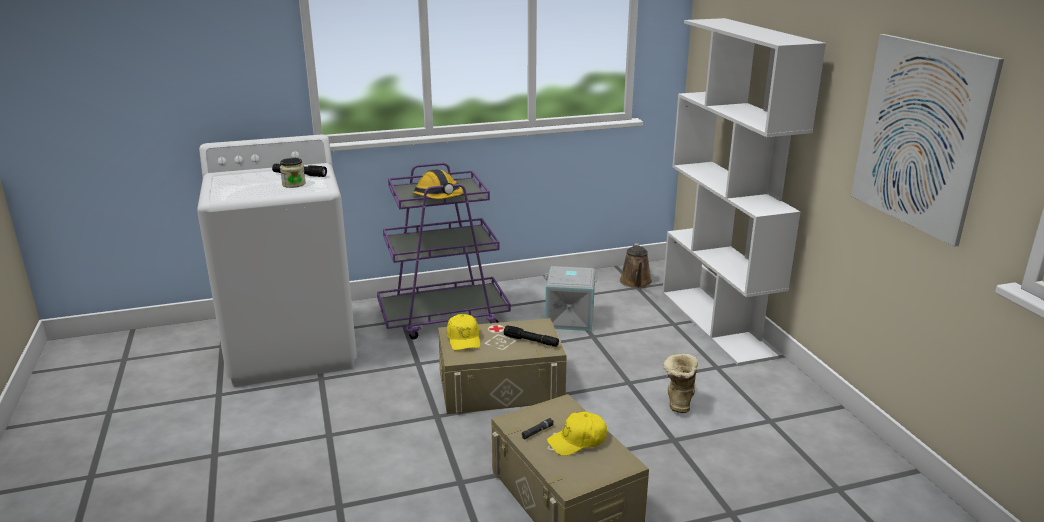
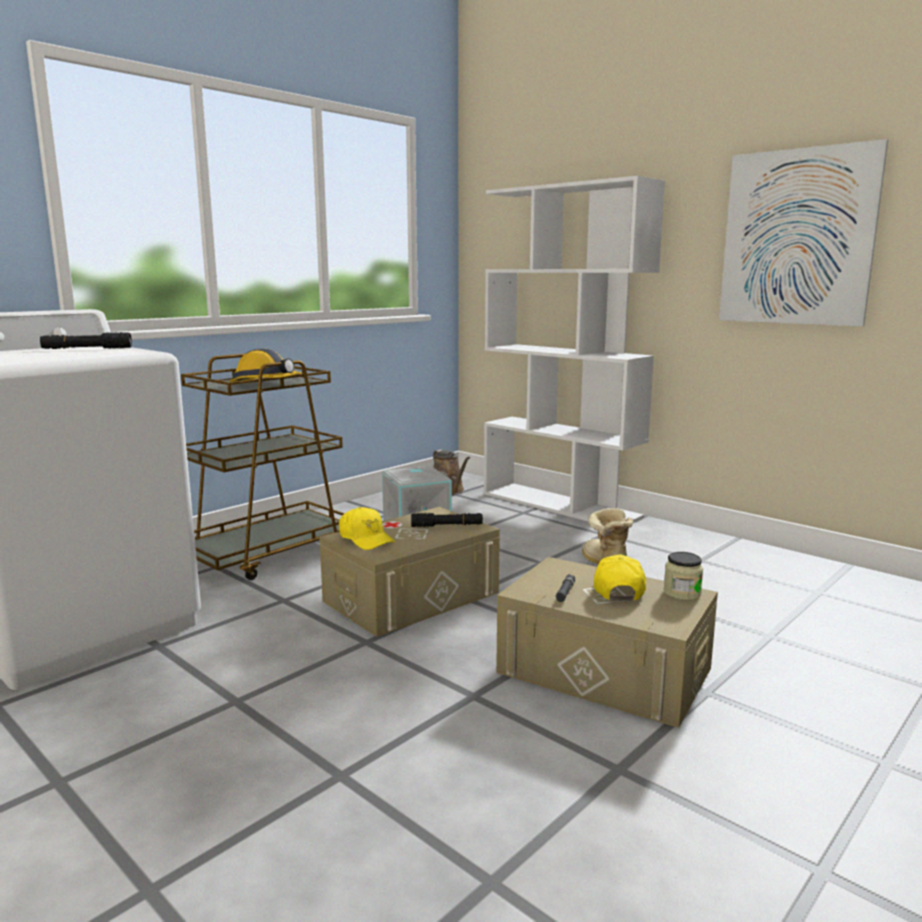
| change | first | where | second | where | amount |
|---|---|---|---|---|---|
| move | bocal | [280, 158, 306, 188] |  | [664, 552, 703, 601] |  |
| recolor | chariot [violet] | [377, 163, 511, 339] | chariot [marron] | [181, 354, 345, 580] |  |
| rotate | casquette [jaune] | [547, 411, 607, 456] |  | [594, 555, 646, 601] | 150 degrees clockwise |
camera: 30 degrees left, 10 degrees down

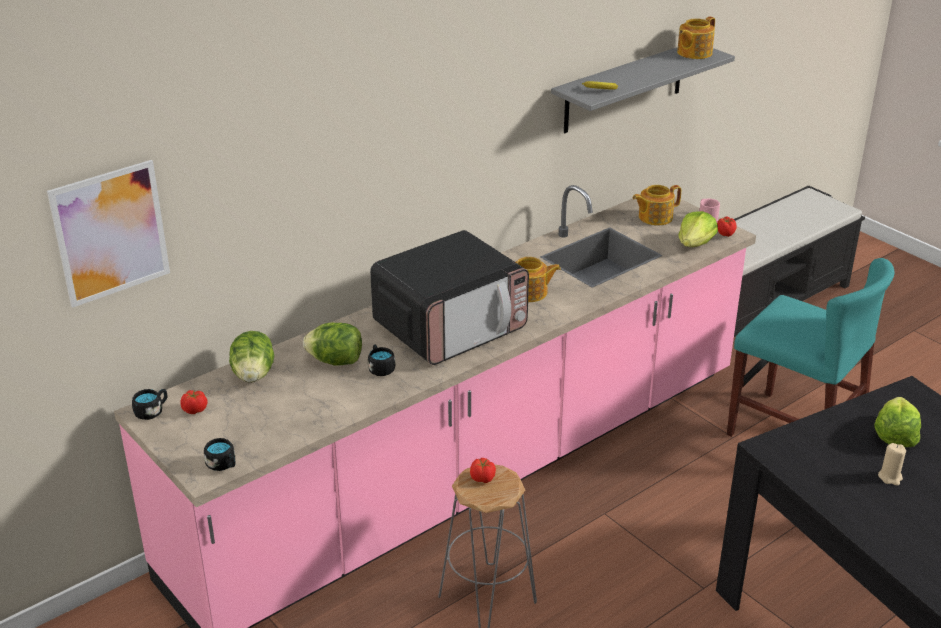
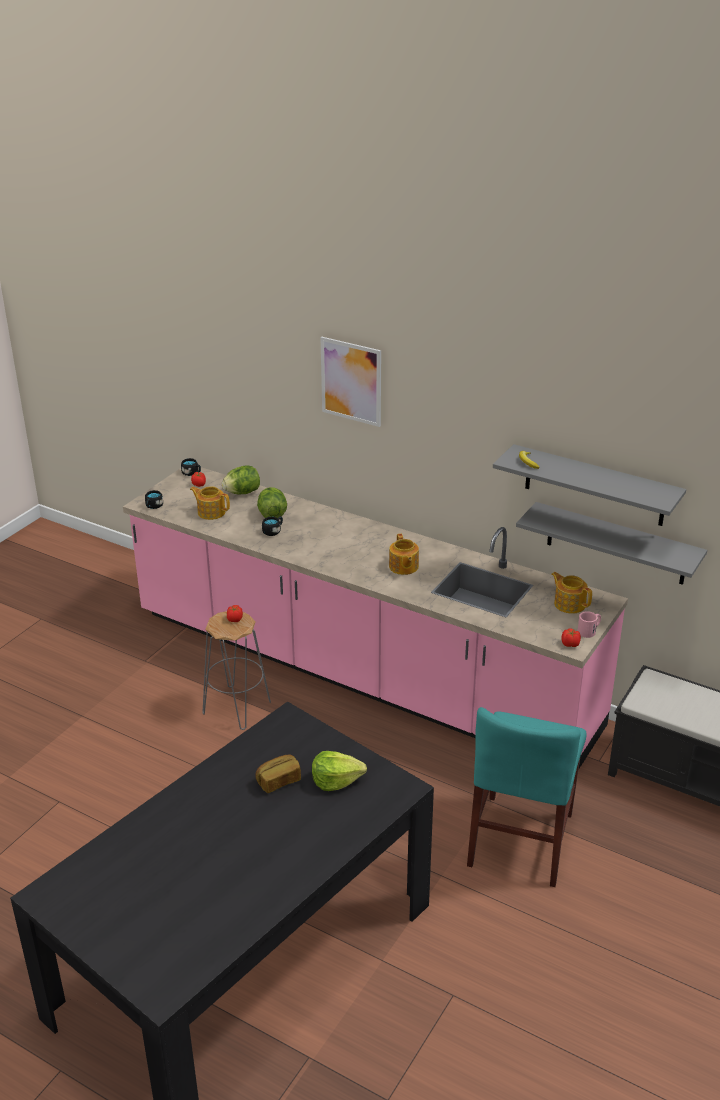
| change | first | where | second | where | amount |
|---|---|---|---|---|---|
| move | théière | [677, 16, 715, 59] |  | [190, 486, 230, 520] |  |
| move | tableau | [47, 160, 170, 308] |  | [320, 337, 381, 427] |  |
| delete | laitue | [679, 211, 718, 247] |  |  |  |
| delete | micro-ondes | [370, 230, 529, 365] |  |  |  |
| replace | bougie [beige] | [878, 443, 906, 485] | pain | [255, 755, 301, 793] |  |
| insert |  |  | étagère [gris] | [516, 502, 707, 585] |  |
camera: 70 degrees right, 0 degrees up

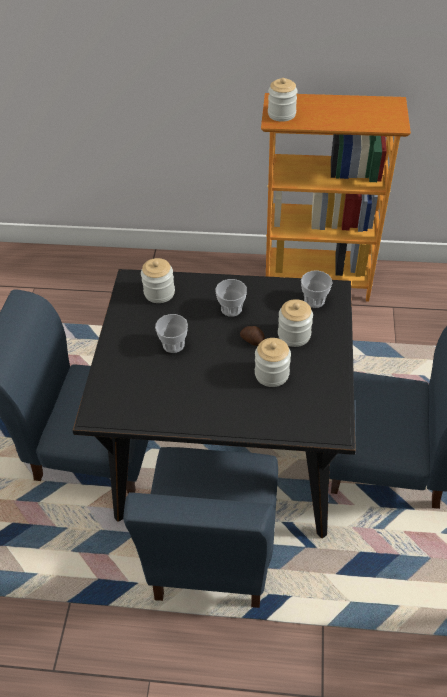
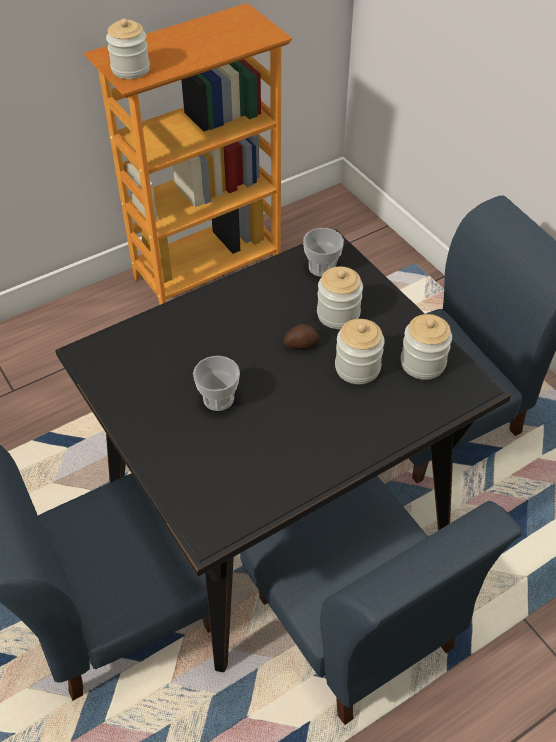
| change | first | where | second | where | amount |
|---|---|---|---|---|---|
| move | bocal | [141, 258, 175, 303] |  | [401, 314, 452, 380] |  |
| delete | tasse | [216, 279, 247, 317] |  |  |  |
camera: 40 degrees left, 0 degrees up

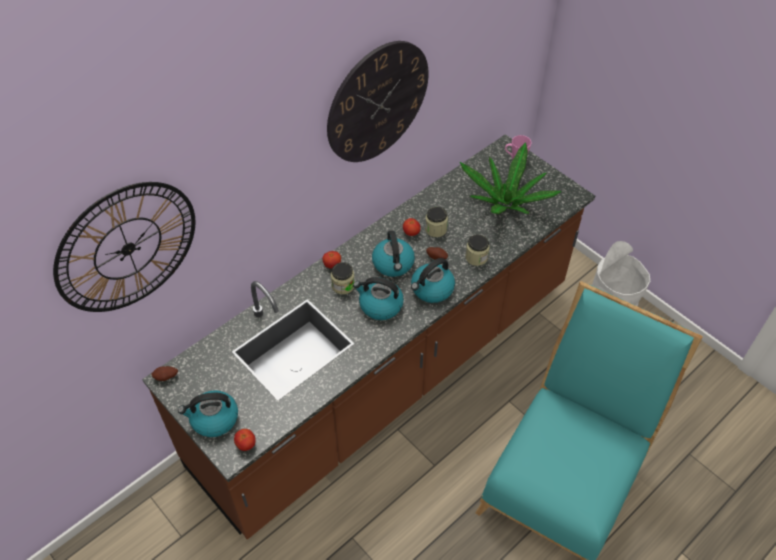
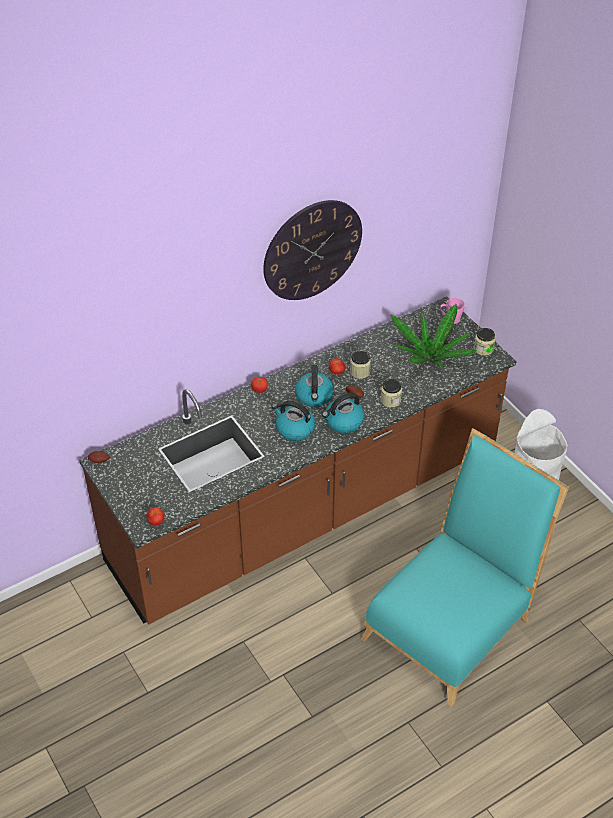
| change | first | where | second | where | amount |
|---|---|---|---|---|---|
| delete | horloge murale | [53, 182, 195, 312] |  |  |  |
| move | bocal | [331, 262, 355, 294] |  | [474, 328, 495, 356] |  |
| delete | bouilloire | [178, 391, 238, 437] |  |  |  |
camera: 10 degrees right, 5 degrees down

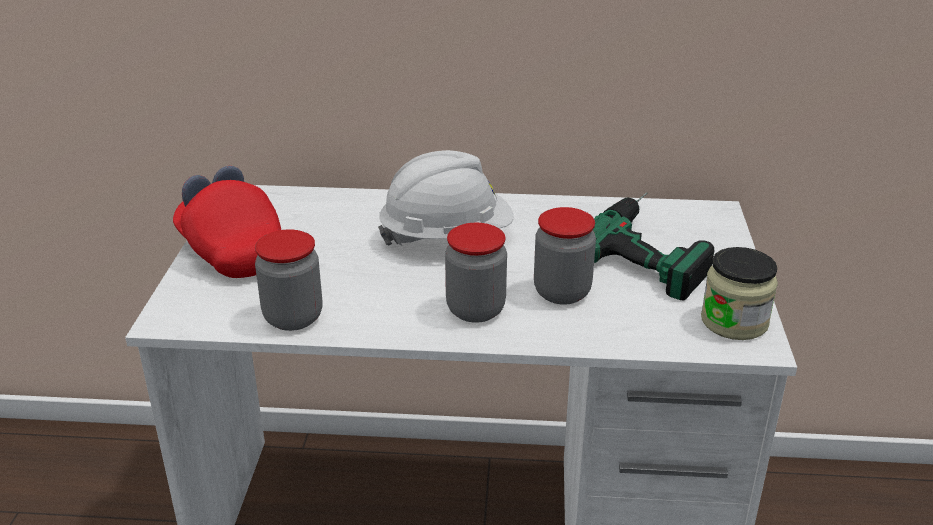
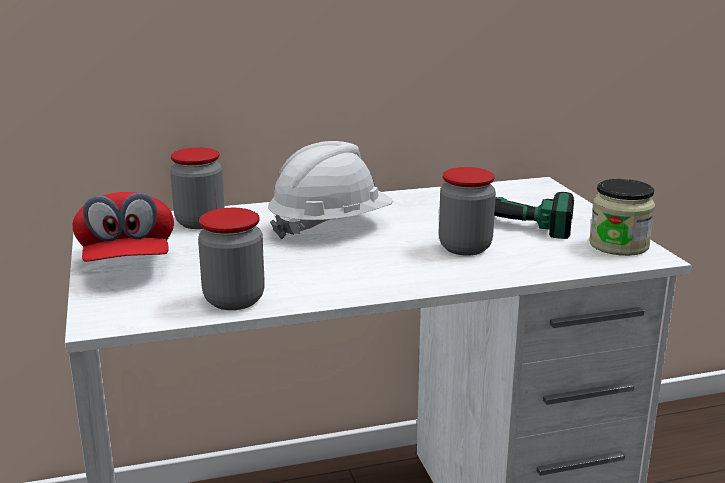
| change | first | where | second | where | amount |
|---|---|---|---|---|---|
| rotate | casquette [rouge] | [173, 166, 281, 278] |  | [73, 192, 174, 262] | 135 degrees counterclockwise |
| move | bocal | [445, 222, 507, 323] |  | [170, 147, 225, 229] |  |
camera: 20 degrees left, 10 degrees down

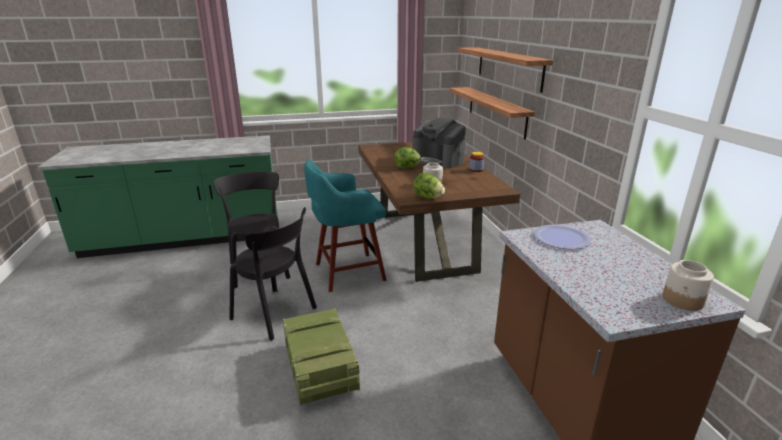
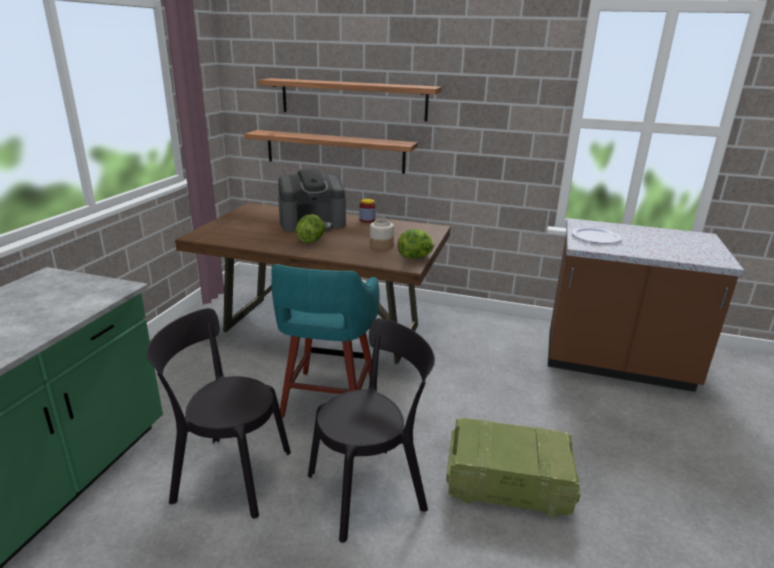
| change | first | where | second | where | amount |
|---|---|---|---|---|---|
| delete | bocal | [663, 260, 714, 311] |  |  |  |
camera: 60 degrees left, 0 degrees up

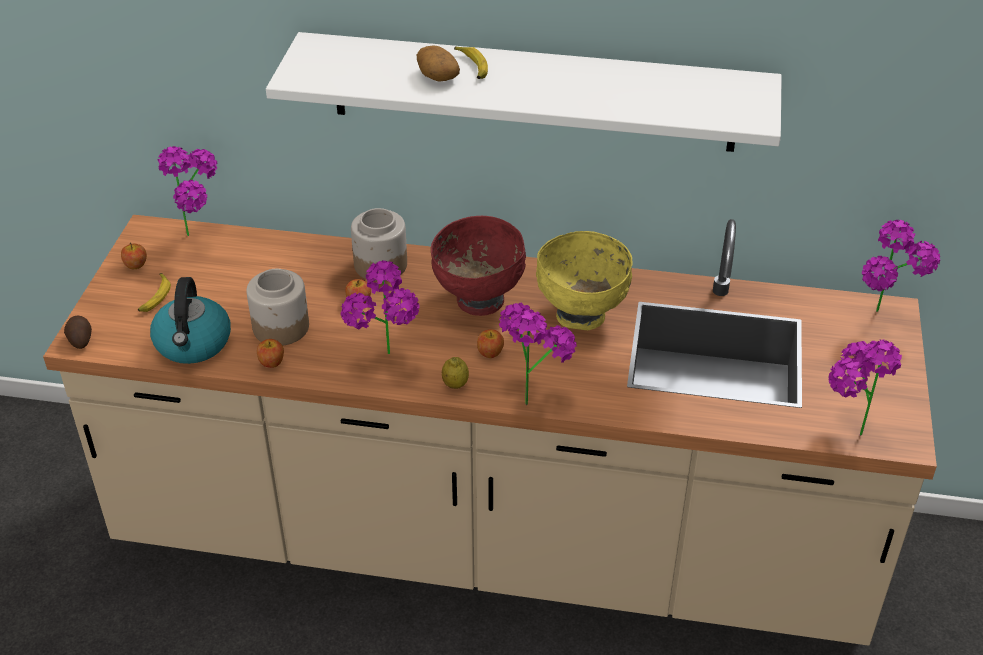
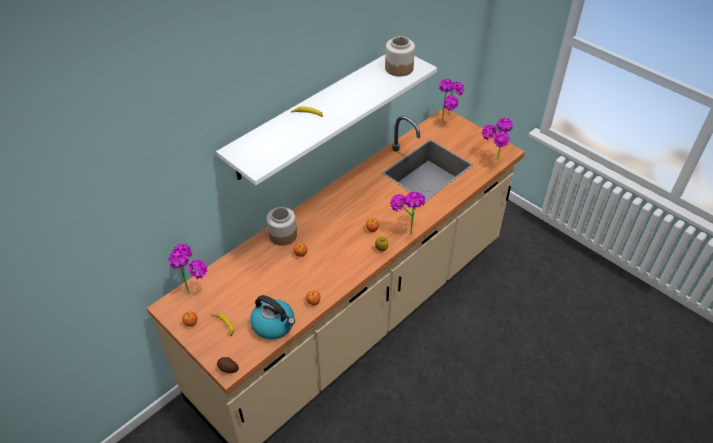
| change | first | where | second | where | amount |
|---|---|---|---|---|---|
| delete | pomme de terre | [417, 46, 460, 82] |  |  |  |
| delete | bol [rouge] | [431, 216, 526, 316] |  |  |  |
| delete | bol [jaune] | [536, 231, 633, 330] |  |  |  |
| delete | plante en pot | [341, 260, 420, 354] |  |  |  |
| move | bocal | [246, 269, 309, 346] |  | [385, 36, 415, 77] |  |
camera: 55 degrees left, 5 degrees up

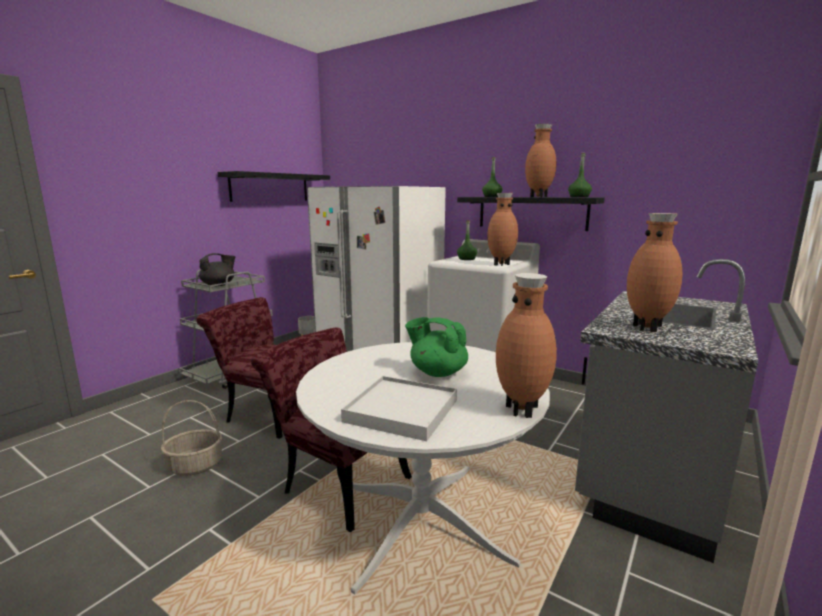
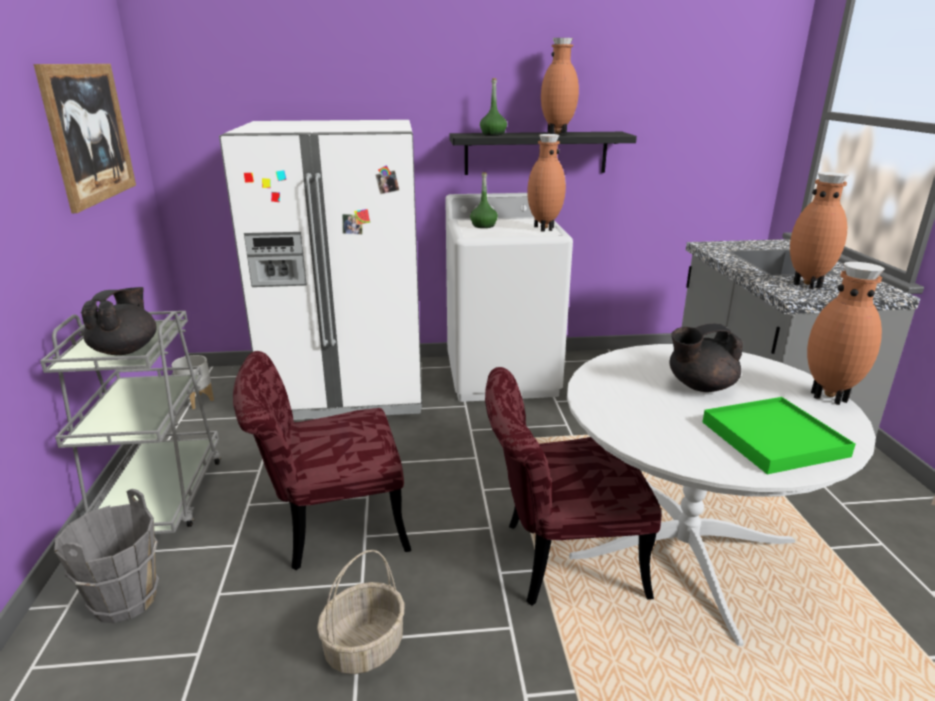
| change | first | where | second | where | amount |
|---|---|---|---|---|---|
| delete | bouteille [vert] | [568, 153, 592, 197] |  |  |  |
| replace | étagère [noir] | [217, 171, 330, 202] | tableau | [33, 64, 136, 213] |  |
| recolor | théière [vert] | [405, 317, 468, 377] | théière [noir] | [670, 324, 743, 392] |  |
| recolor | plateau [blanc] | [341, 376, 457, 441] | plateau [vert] | [703, 397, 855, 474] |  |
| insert |  |  | seau [gris] | [54, 489, 159, 623] |  |
camera: 40 degrees left, 10 degrees up

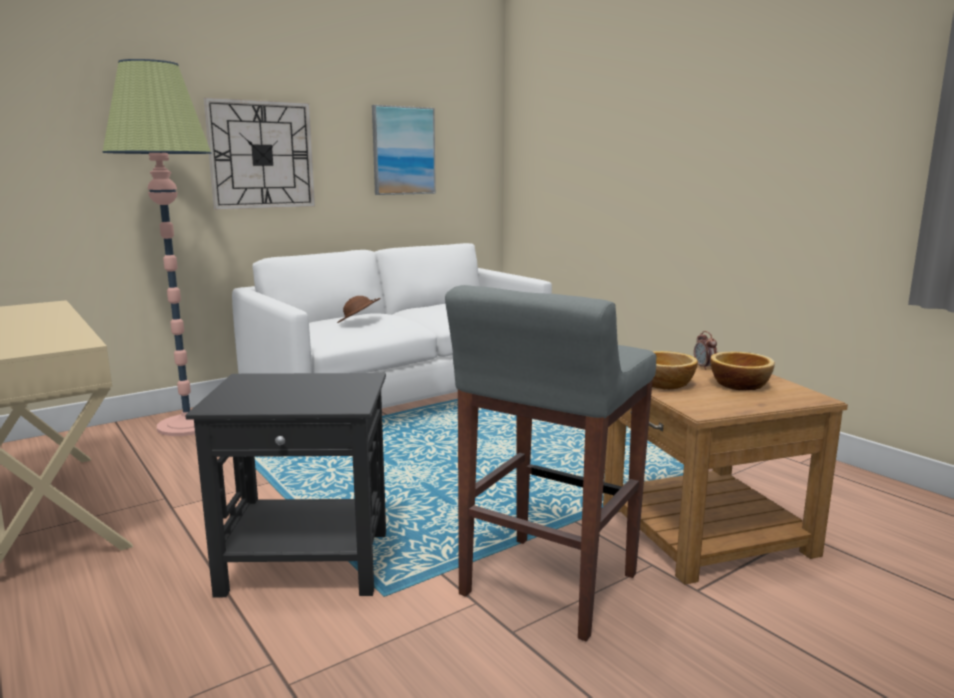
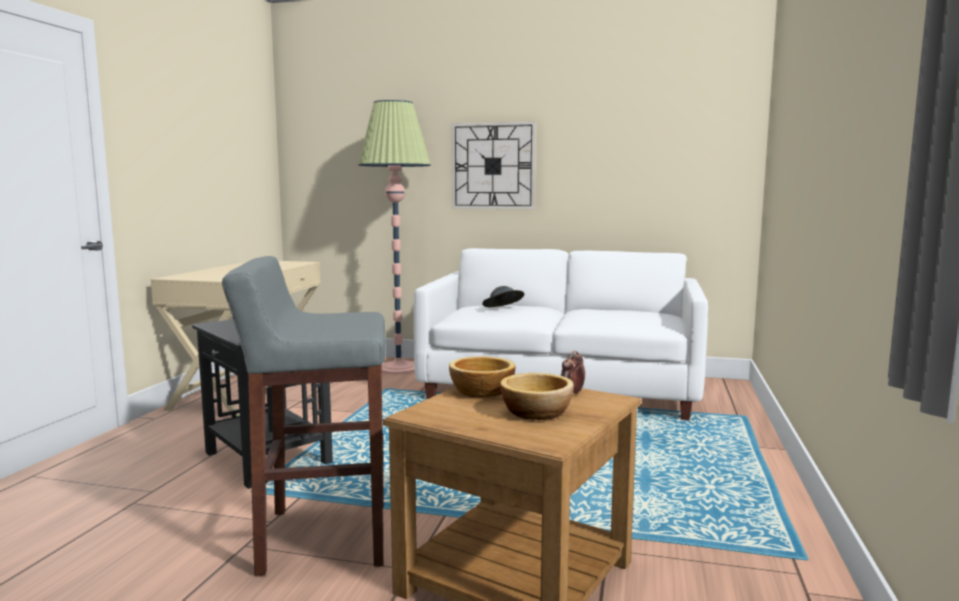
| change | first | where | second | where | amount |
|---|---|---|---|---|---|
| delete | tableau | [372, 105, 436, 195] |  |  |  |
| recolor | chapeau [marron] | [337, 296, 381, 323] | chapeau [gris] | [482, 286, 525, 307] |  |
camera: 50 degrees right, 5 degrees down

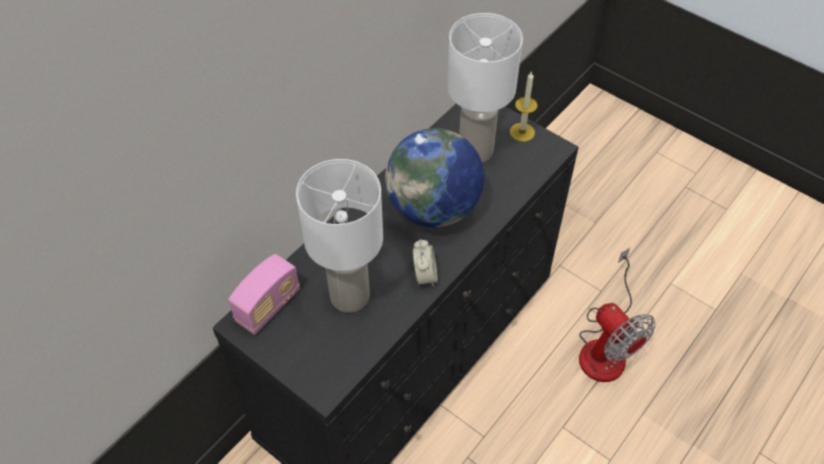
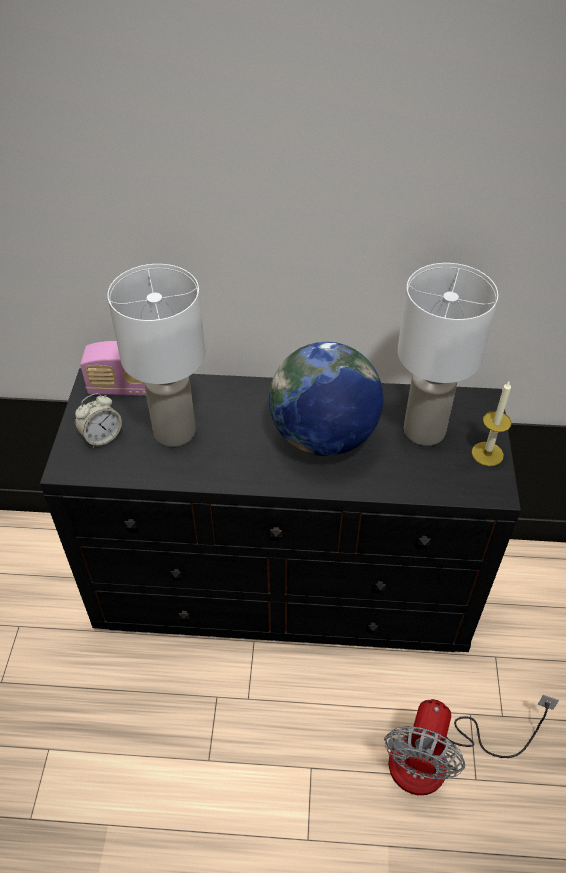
| change | first | where | second | where | amount |
|---|---|---|---|---|---|
| move | réveil | [412, 239, 438, 286] |  | [75, 393, 122, 448] |  |
camera: 55 degrees right, 5 degrees down

